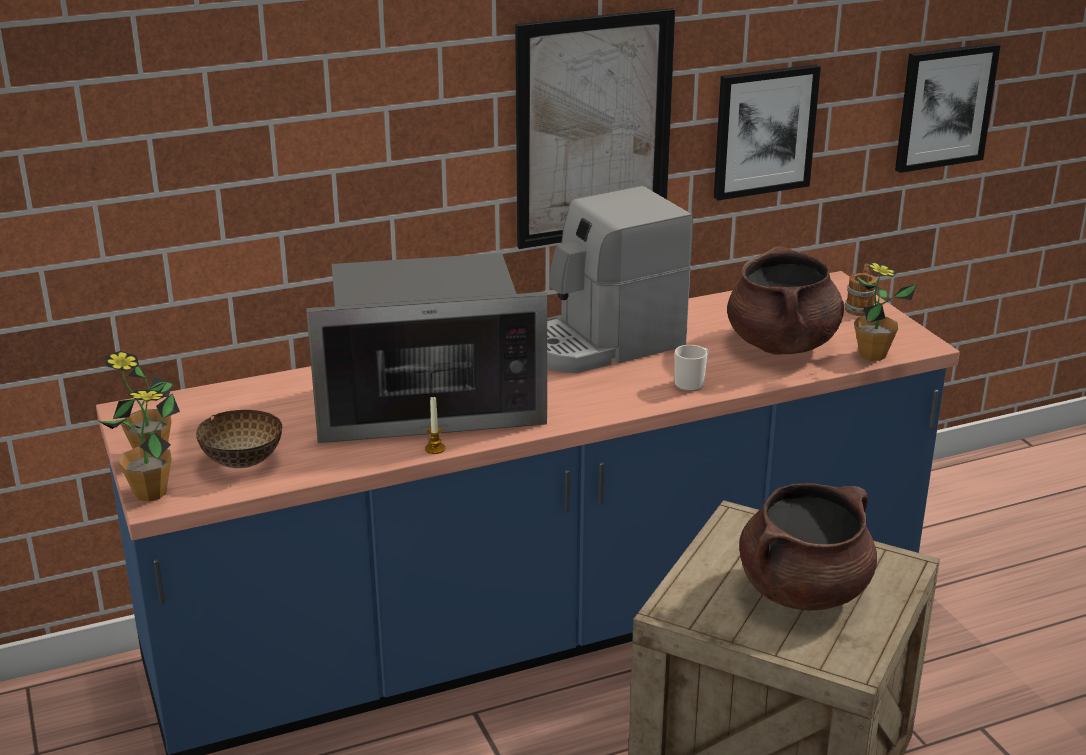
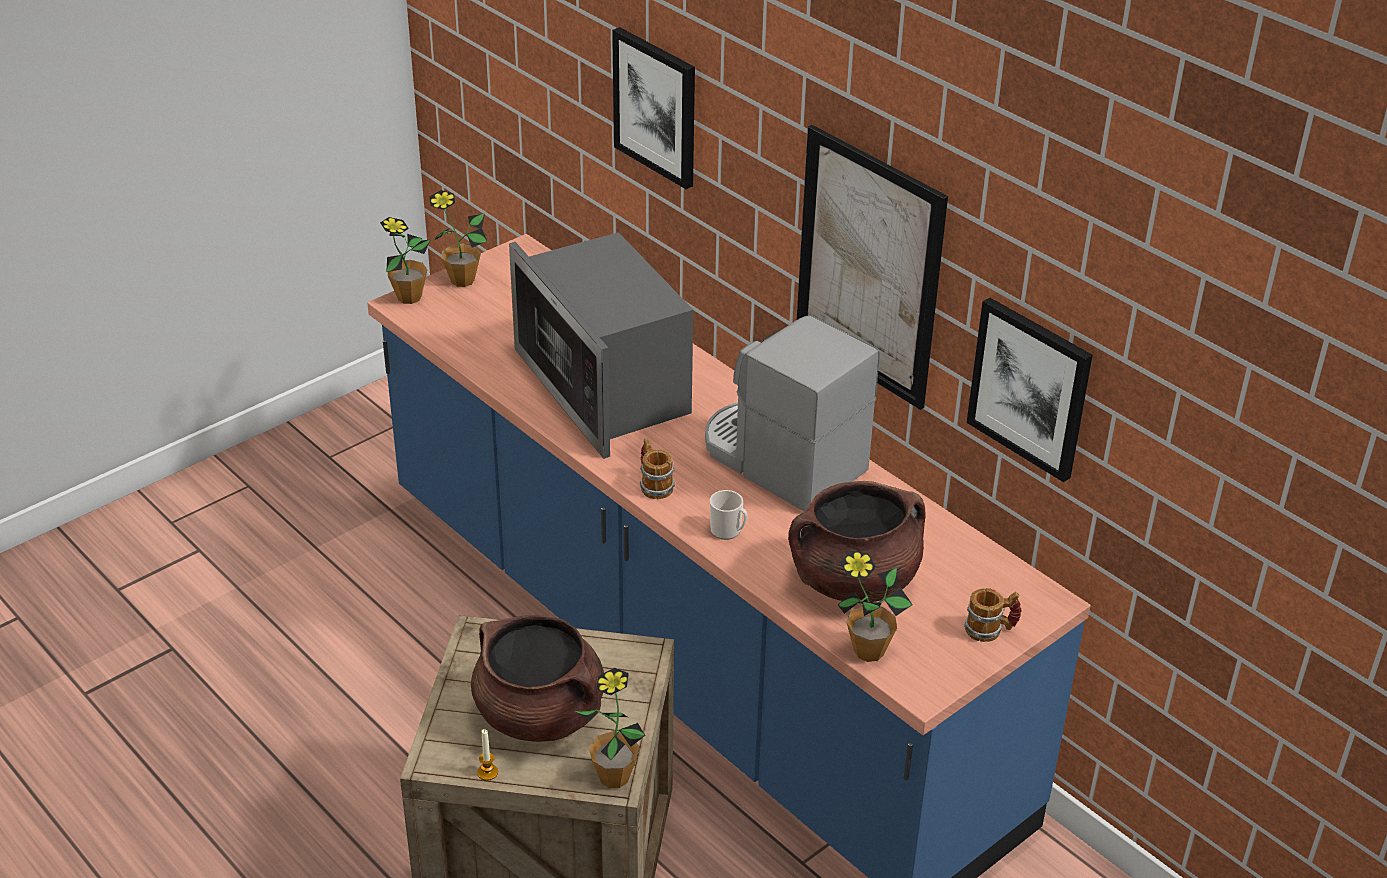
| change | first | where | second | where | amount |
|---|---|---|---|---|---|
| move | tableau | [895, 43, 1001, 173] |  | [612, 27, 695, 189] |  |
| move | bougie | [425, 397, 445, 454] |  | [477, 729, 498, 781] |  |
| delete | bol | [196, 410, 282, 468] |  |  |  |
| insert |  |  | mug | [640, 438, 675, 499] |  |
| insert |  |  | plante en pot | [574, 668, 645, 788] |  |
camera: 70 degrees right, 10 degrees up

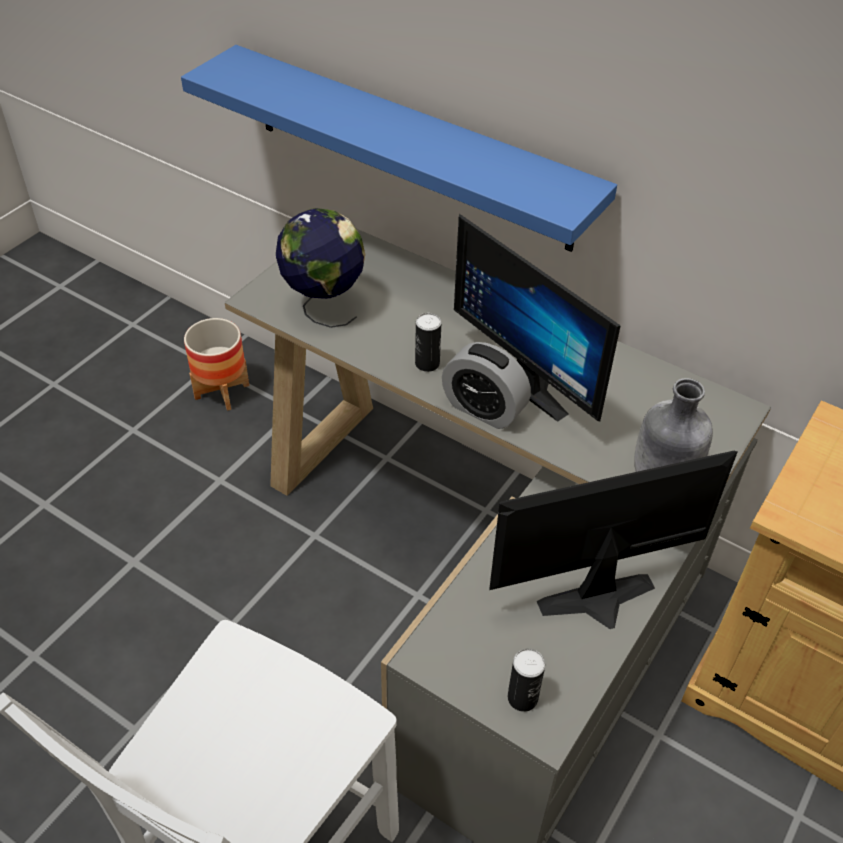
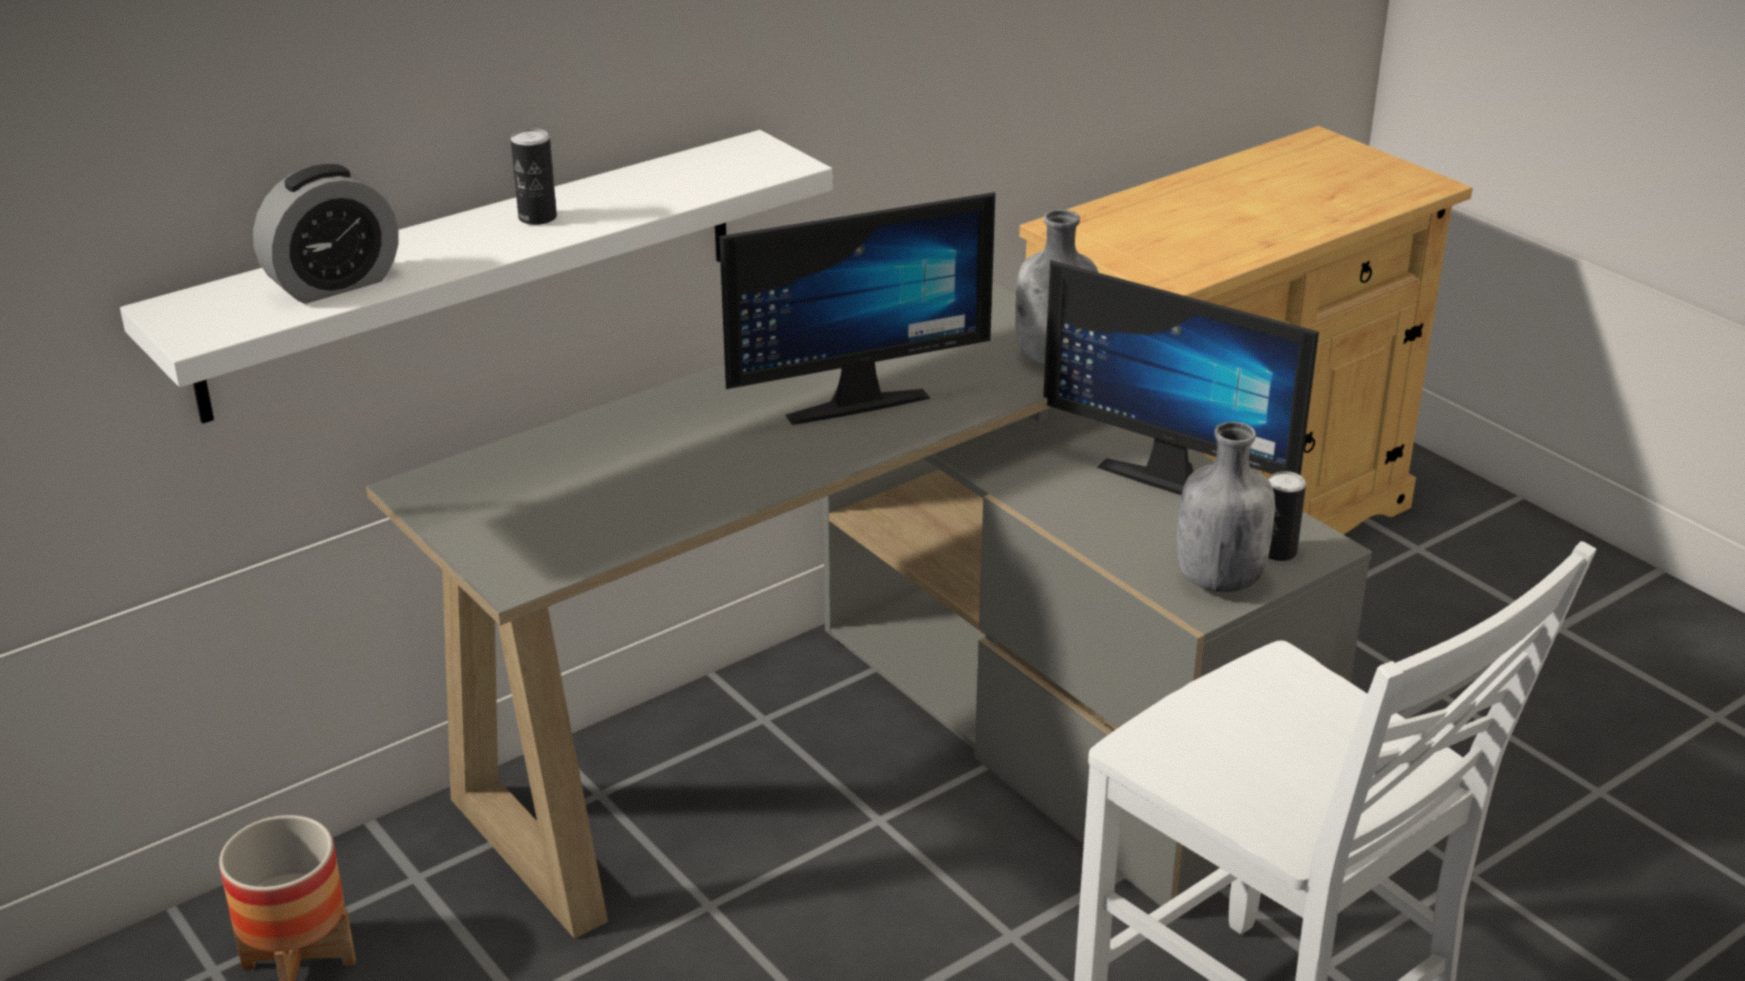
| change | first | where | second | where | amount |
|---|---|---|---|---|---|
| recolor | étagère [bleu] | [181, 45, 617, 252] | étagère [blanc] | [120, 130, 833, 424] |  |
| delete | globe | [276, 208, 365, 328] |  |  |  |
| move | boîte métallique | [415, 313, 442, 372] |  | [511, 129, 557, 225] |  |
| move | réveil | [442, 342, 531, 429] |  | [253, 164, 398, 304] |  |
| rotate | écran d'ordinateur | [489, 451, 738, 629] |  | [1043, 260, 1319, 495] | 60 degrees counterclockwise |
| insert |  |  | bouteille [gris] | [1177, 422, 1275, 592] |  |
camera: 70 degrees left, 15 degrees down

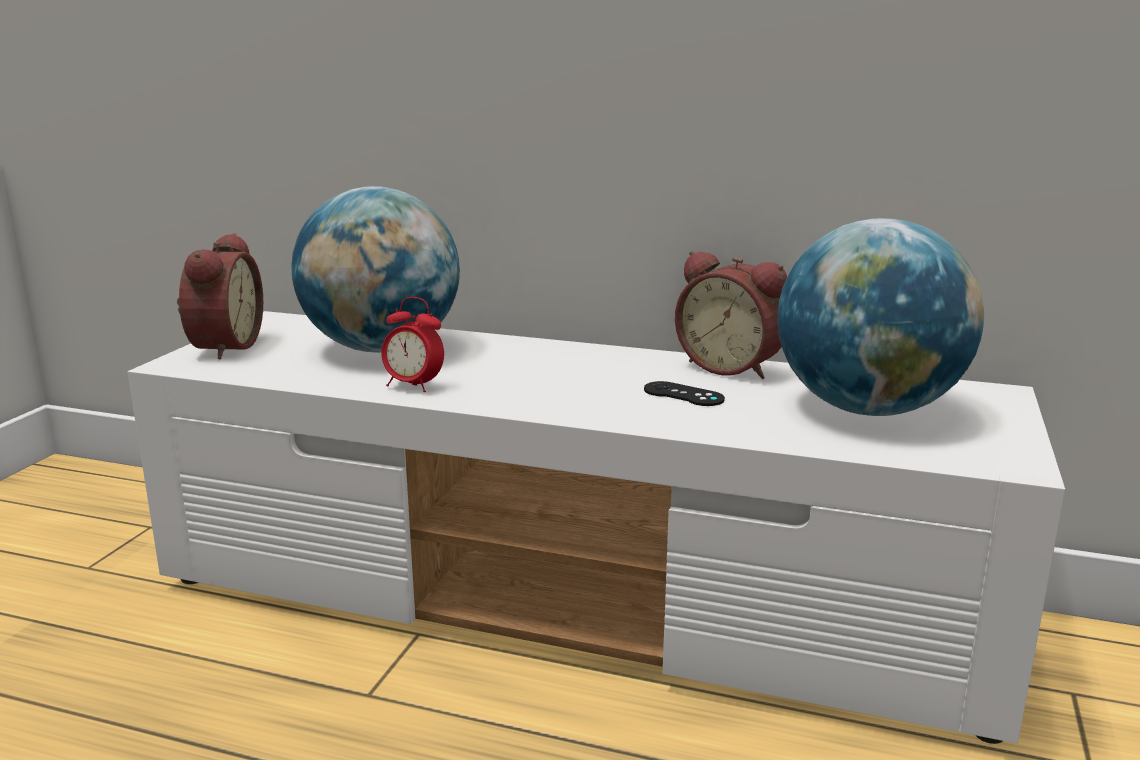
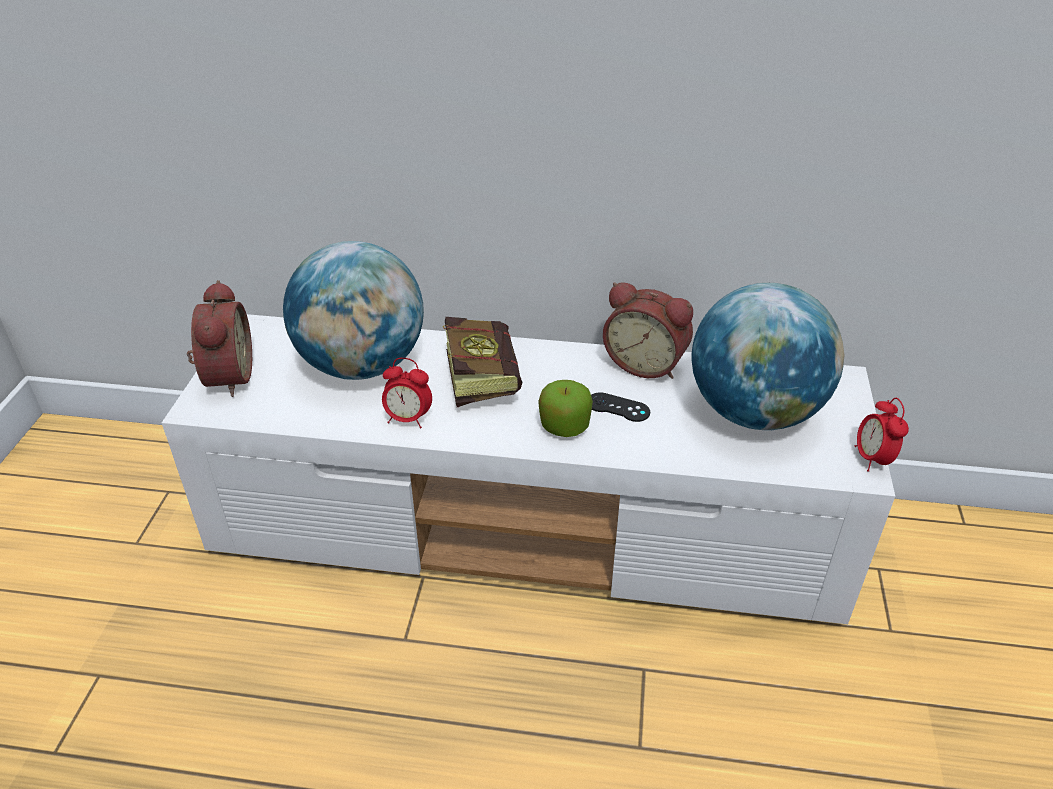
| change | first | where | second | where | amount |
|---|---|---|---|---|---|
| insert |  |  | livre | [443, 317, 522, 407] |  |
| insert |  |  | pomme | [538, 380, 593, 437] |  |
| insert |  |  | réveil | [855, 398, 909, 472] |  |
camera: 10 degrees left, 20 degrees up

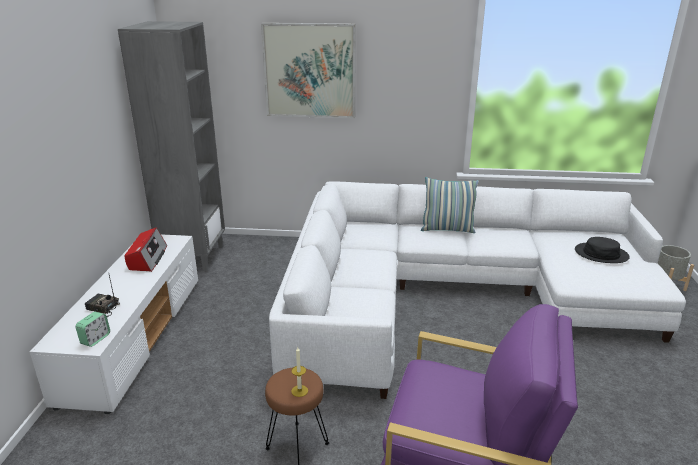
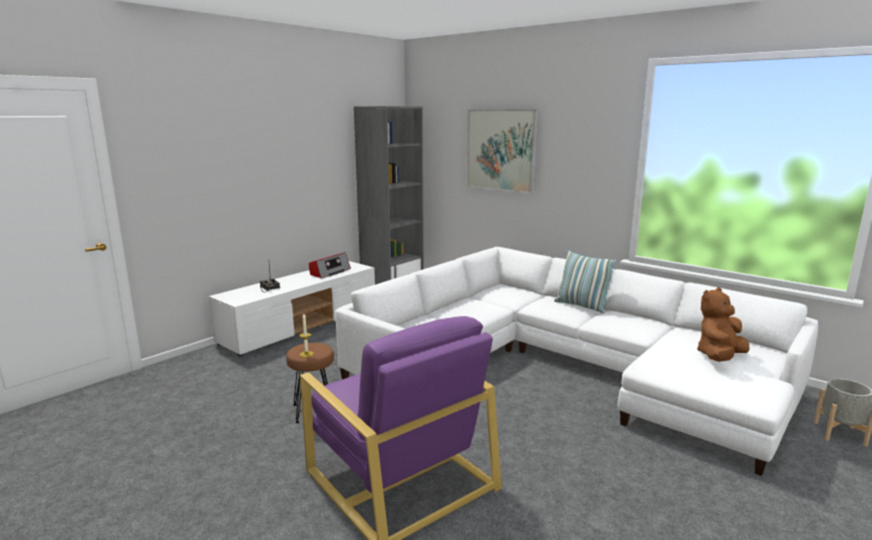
| change | first | where | second | where | amount |
|---|---|---|---|---|---|
| replace | chapeau [noir] | [575, 237, 629, 263] | peluche [marron] | [697, 287, 750, 362] |  |
| delete | réveil | [76, 312, 110, 347] |  |  |  |
camera: 35 degrees right, 10 degrees down

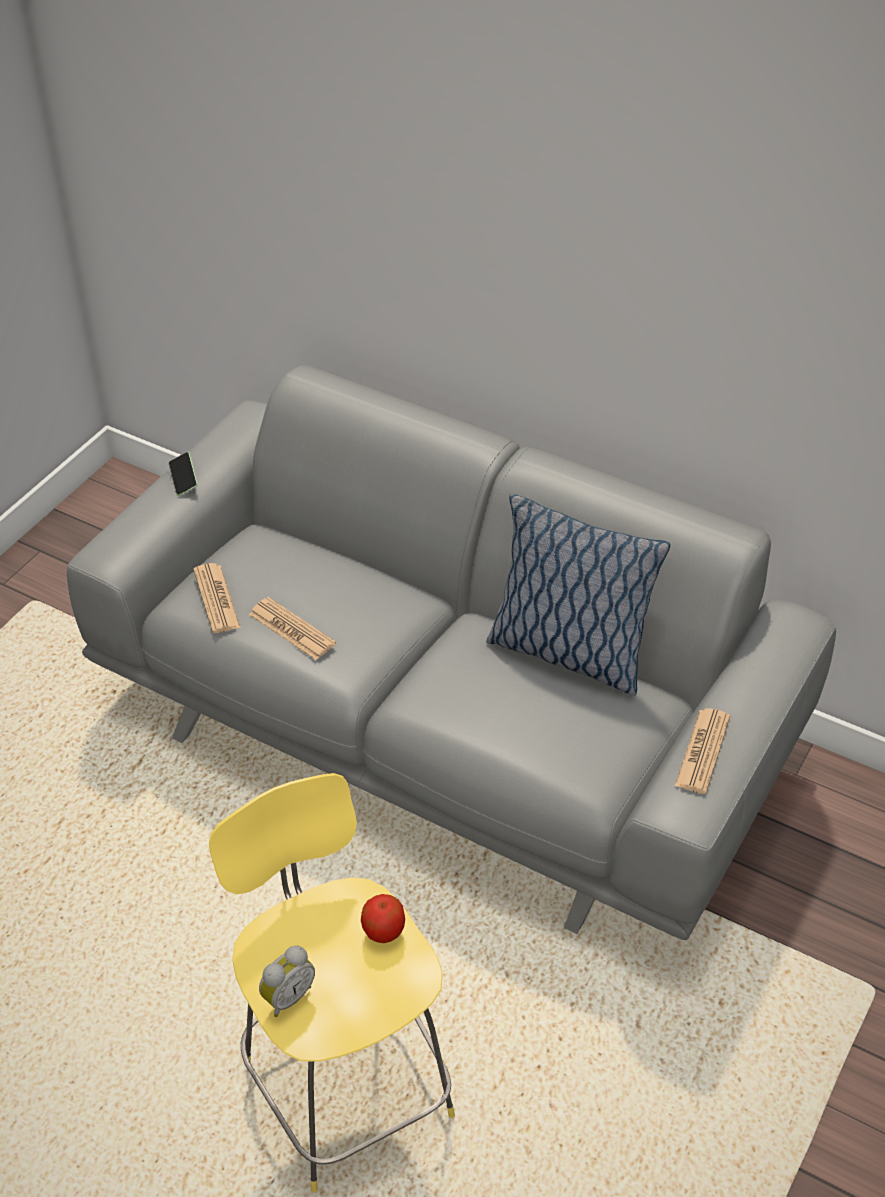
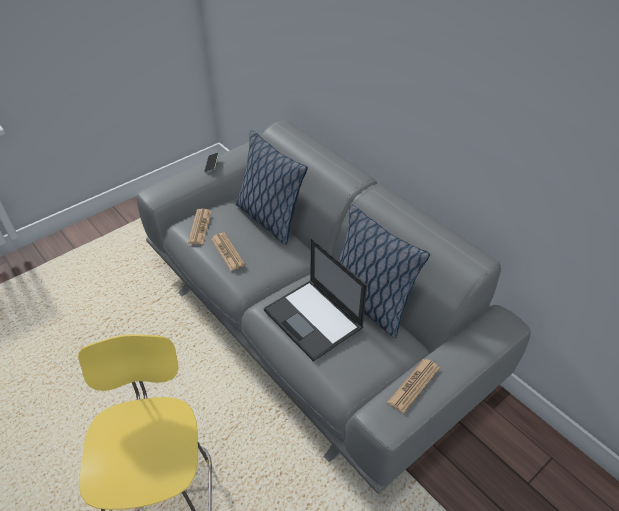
| change | first | where | second | where | amount |
|---|---|---|---|---|---|
| delete | pomme | [361, 894, 405, 943] |  |  |  |
| delete | réveil | [259, 945, 315, 1017] |  |  |  |
| insert |  |  | coussin | [236, 130, 308, 245] |  |
| insert |  |  | ordinateur portable | [264, 238, 367, 362] |  |
camera: 20 degrees right, 0 degrees up

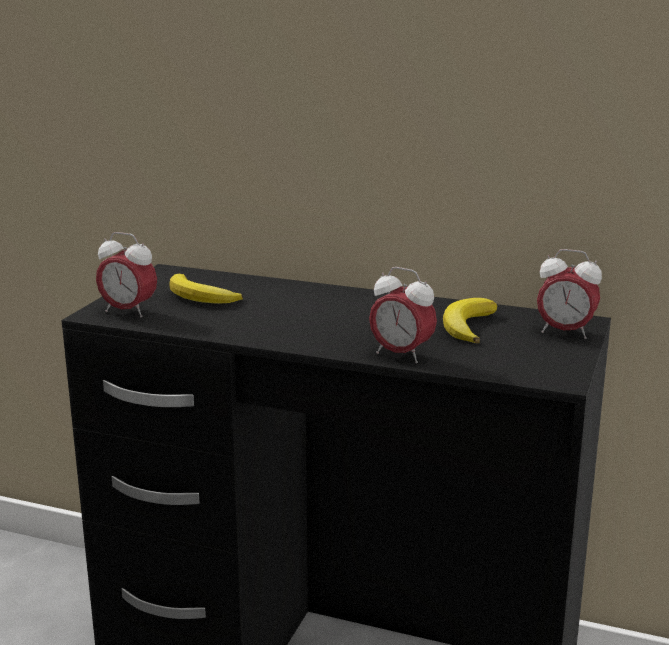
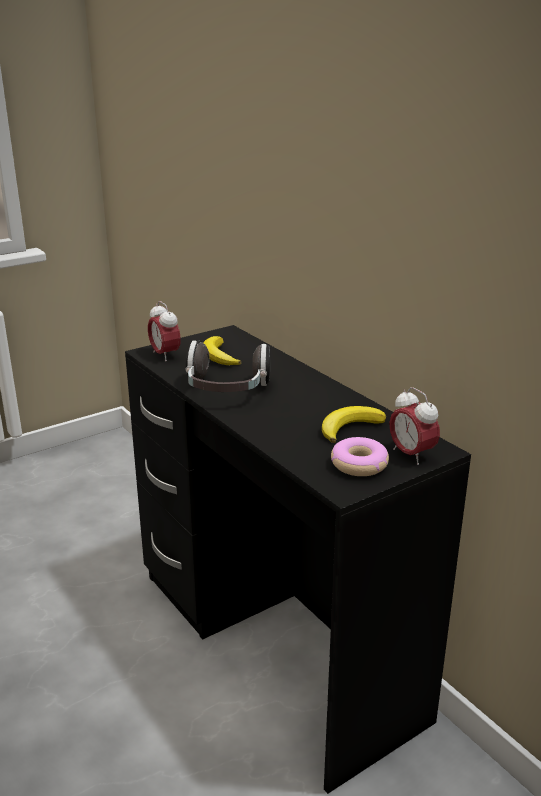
| change | first | where | second | where | amount |
|---|---|---|---|---|---|
| delete | réveil | [369, 267, 437, 363] |  |  |  |
| insert |  |  | casque audio | [185, 340, 270, 392] |  |
| insert |  |  | beignet | [331, 437, 389, 476] |  |
camera: 35 degrees right, 5 degrees up

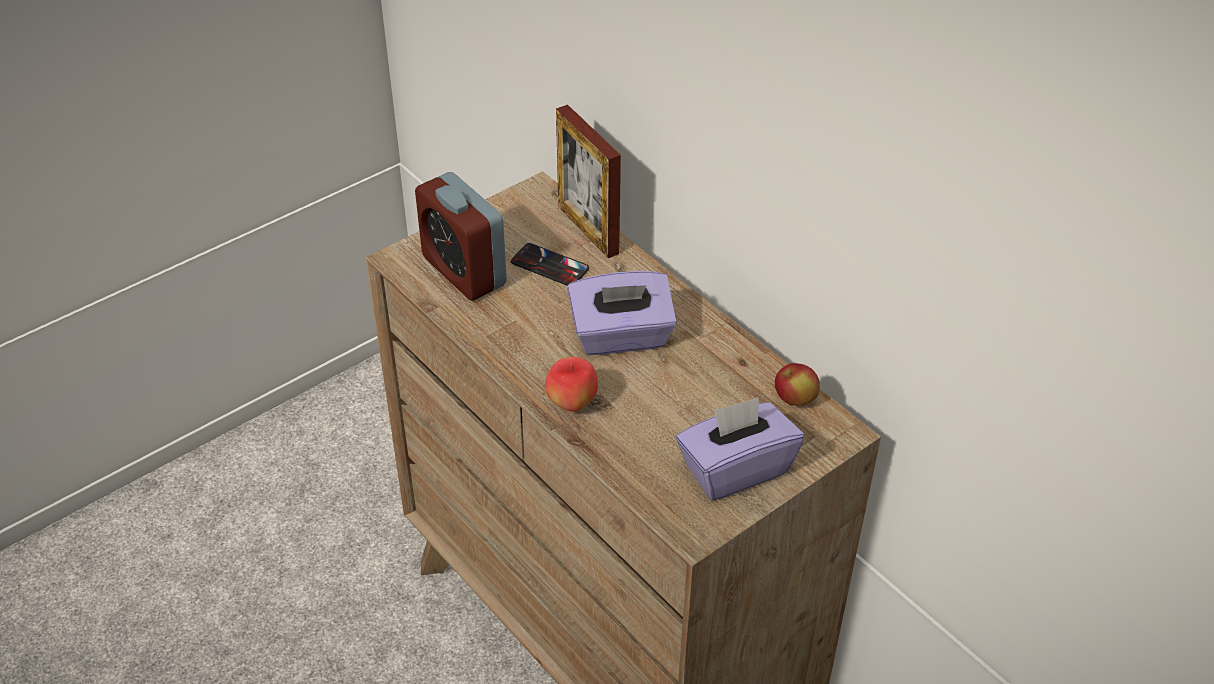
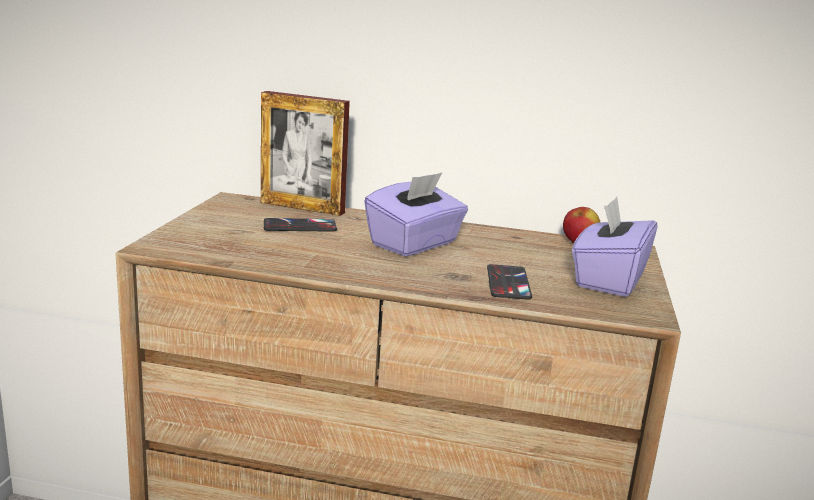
| change | first | where | second | where | amount |
|---|---|---|---|---|---|
| delete | réveil | [415, 172, 507, 301] |  |  |  |
| delete | pomme | [545, 357, 598, 412] |  |  |  |
| insert |  |  | téléphone | [487, 264, 532, 300] |  |
camera: 40 degrees left, 25 degrees down

